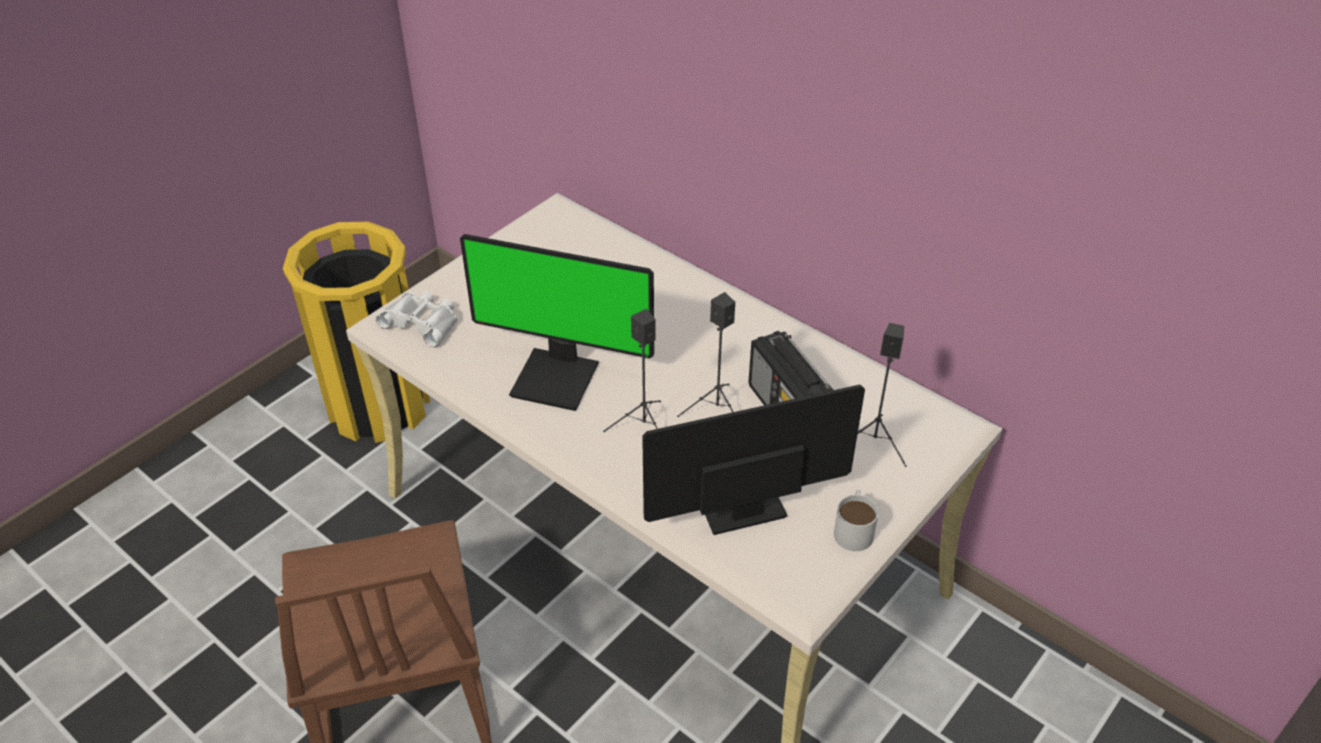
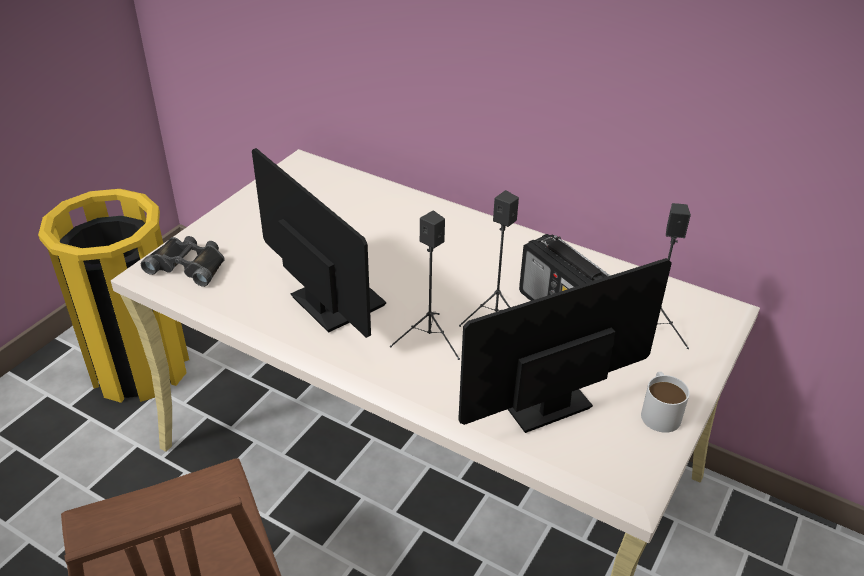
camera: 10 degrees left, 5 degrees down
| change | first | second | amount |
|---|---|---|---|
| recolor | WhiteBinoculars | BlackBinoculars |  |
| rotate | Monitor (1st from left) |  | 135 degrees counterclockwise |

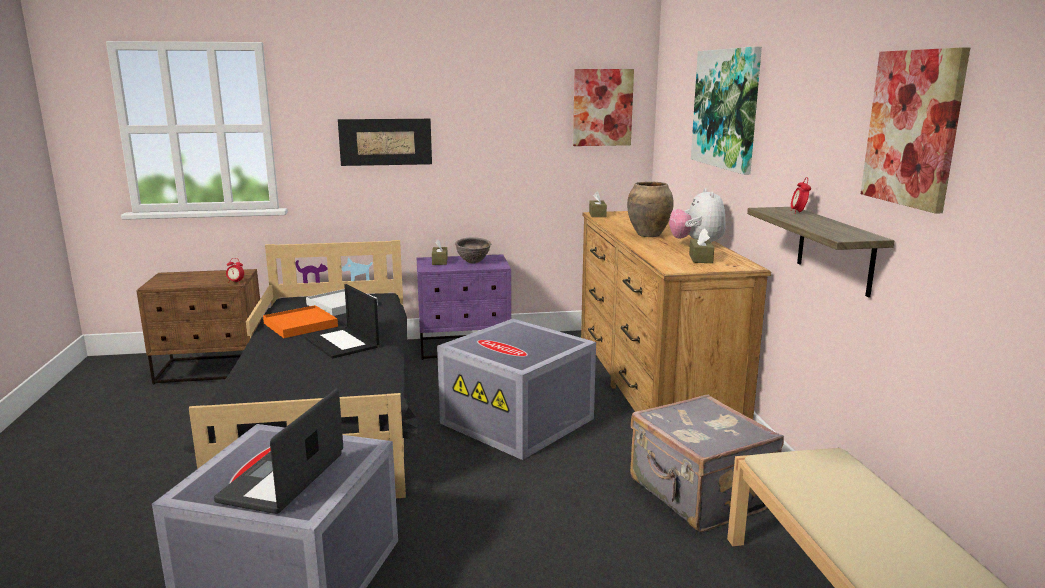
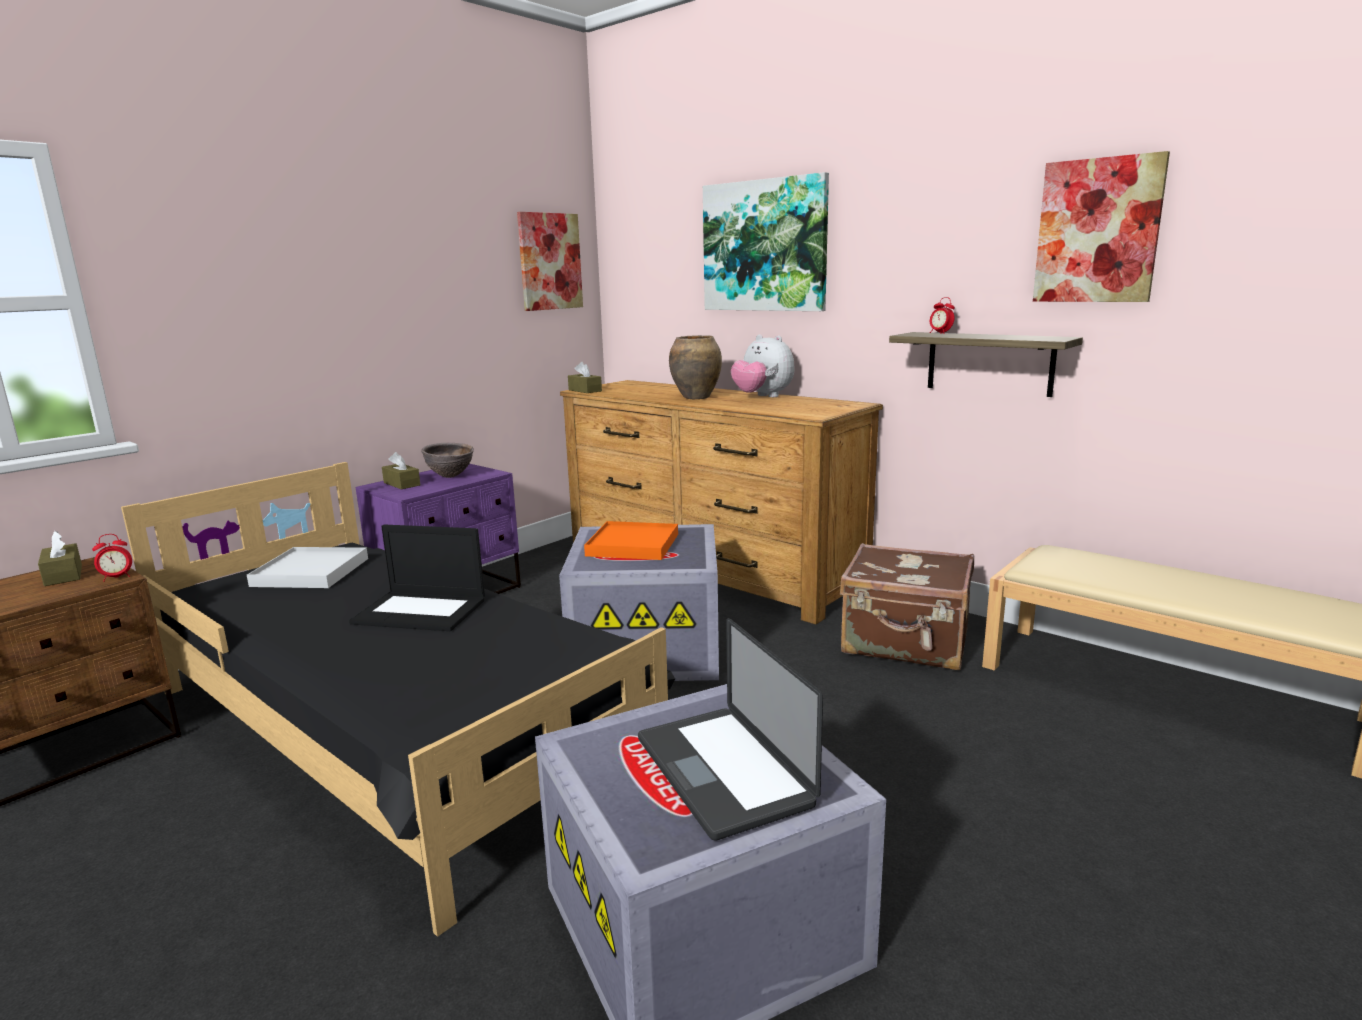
camera: 40 degrees left, 0 degrees up
| change | first | second | amount |
|---|---|---|---|
| delete | Picture (1st from left) |  |  |
| move | OrangeTray |  |  |
| move | BrownTissueBox (3rd from left in the first image) | BrownTissueBox (1st from left) |  |
| recolor | GreySuitcase | BrownSuitcase |  |

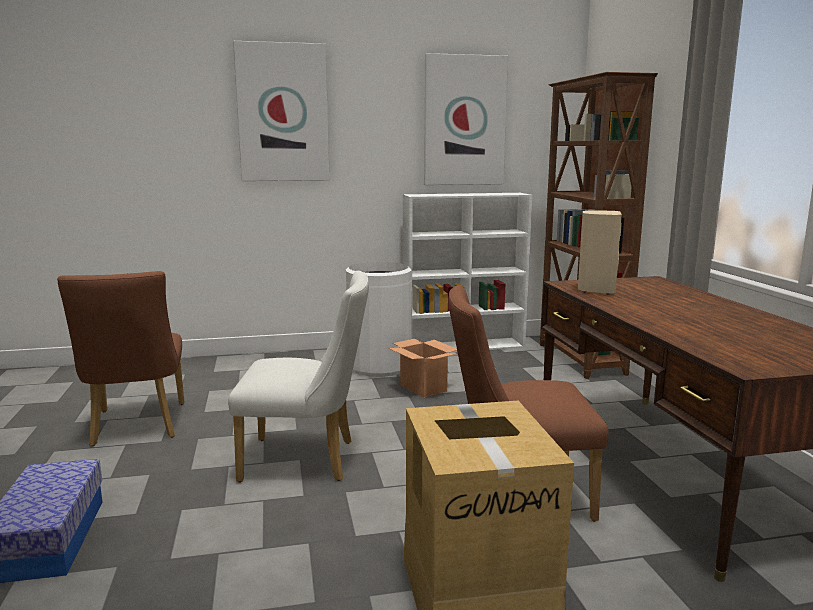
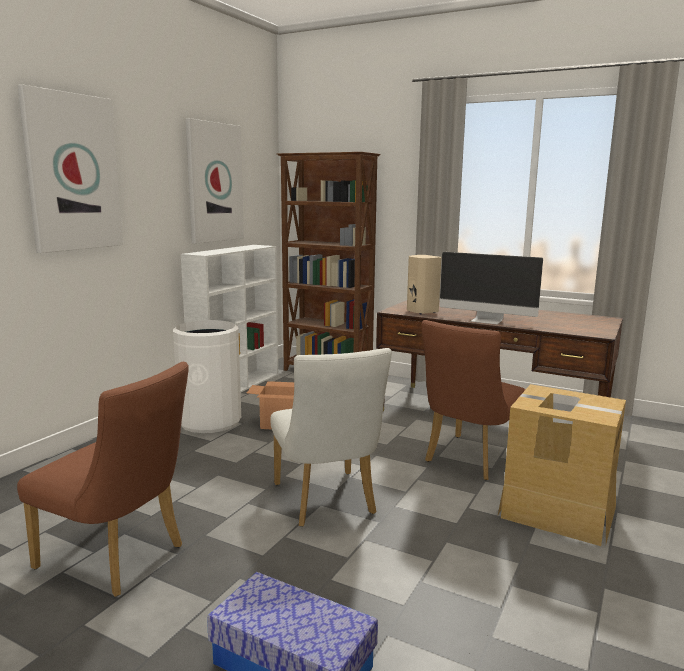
camera: 50 degrees left, 0 degrees up
| change | first | second | amount |
|---|---|---|---|
| insert |  | Monitor |  |
| rotate | WhiteChair |  | 120 degrees clockwise |

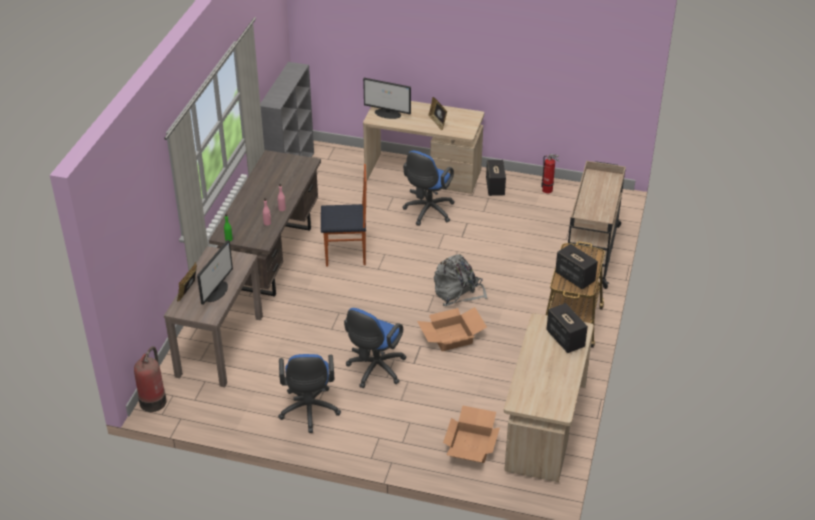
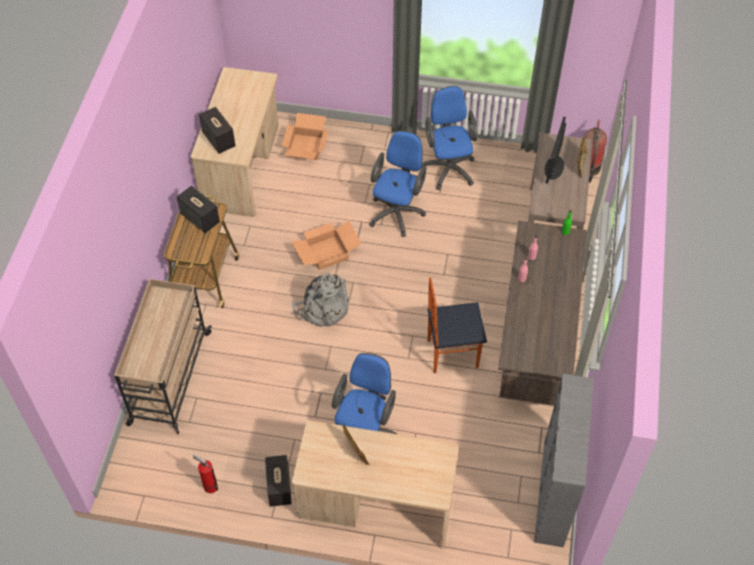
camera: 175 degrees right, 15 degrees up
| change | first | second | amount |
|---|---|---|---|
| delete | Monitor (2nd from left) |  |  |

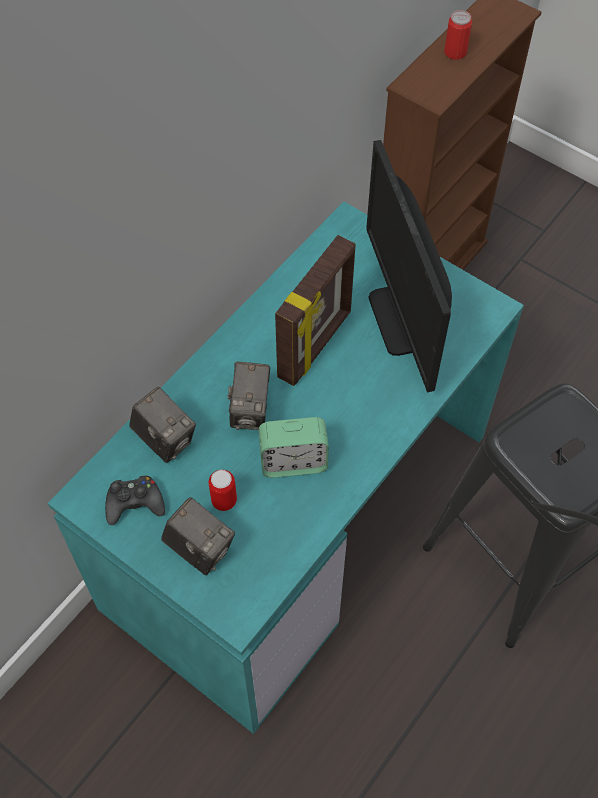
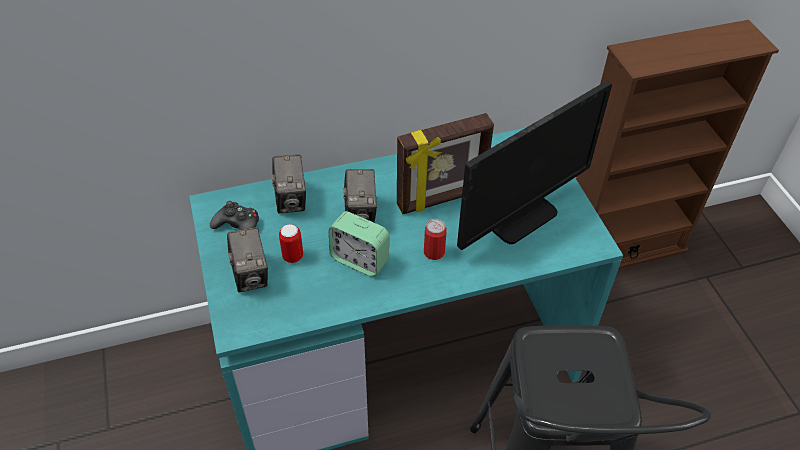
camera: 35 degrees right, 10 degrees down
| change | first | second | amount |
|---|---|---|---|
| move | Can (2nd from left) |  |  |
| rotate | PhotoCamera (3rd from left) |  | 45 degrees counterclockwise |
| rotate | Monitor |  | 150 degrees counterclockwise |

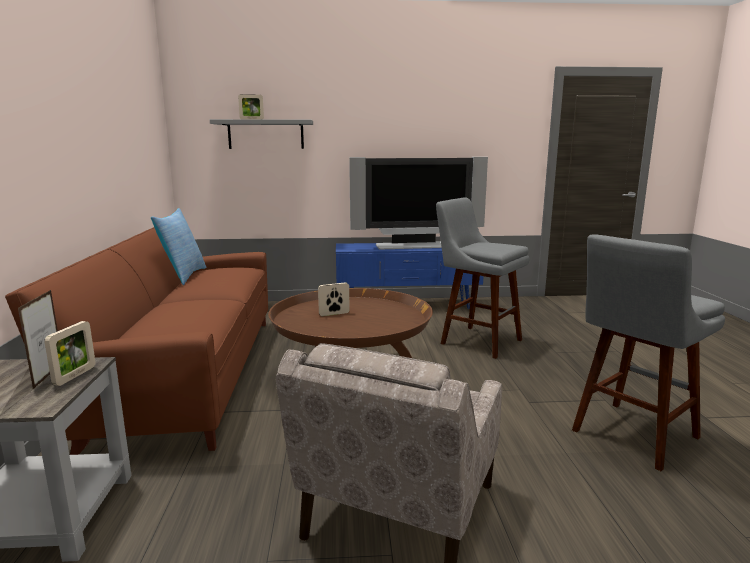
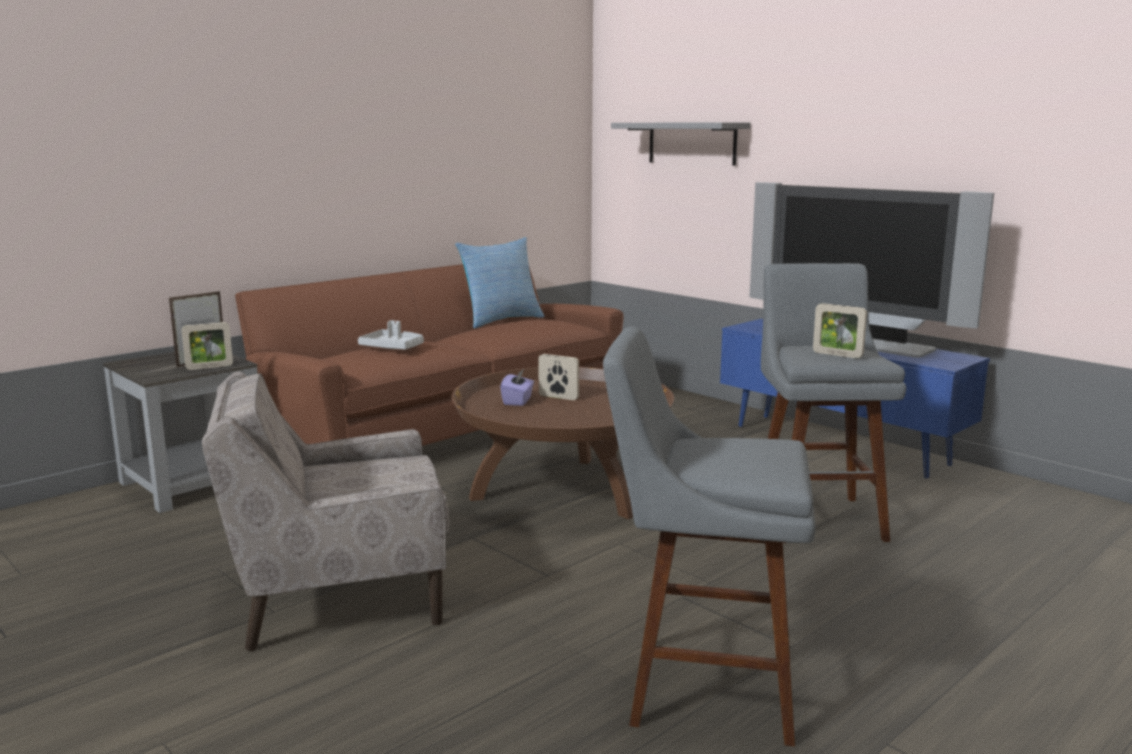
camera: 50 degrees right, 0 degrees up
| change | first | second | amount |
|---|---|---|---|
| insert |  | GreyTray |  |
| insert |  | PurpleTissueBox |  |
| move | PictureFrame (3rd from left in the first image) | PictureFrame (4th from left) |  |

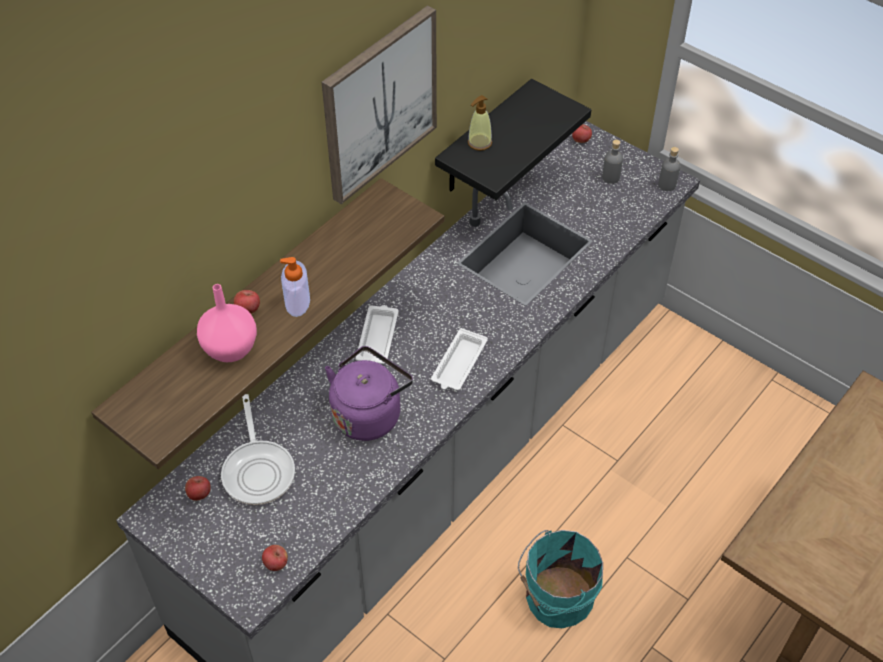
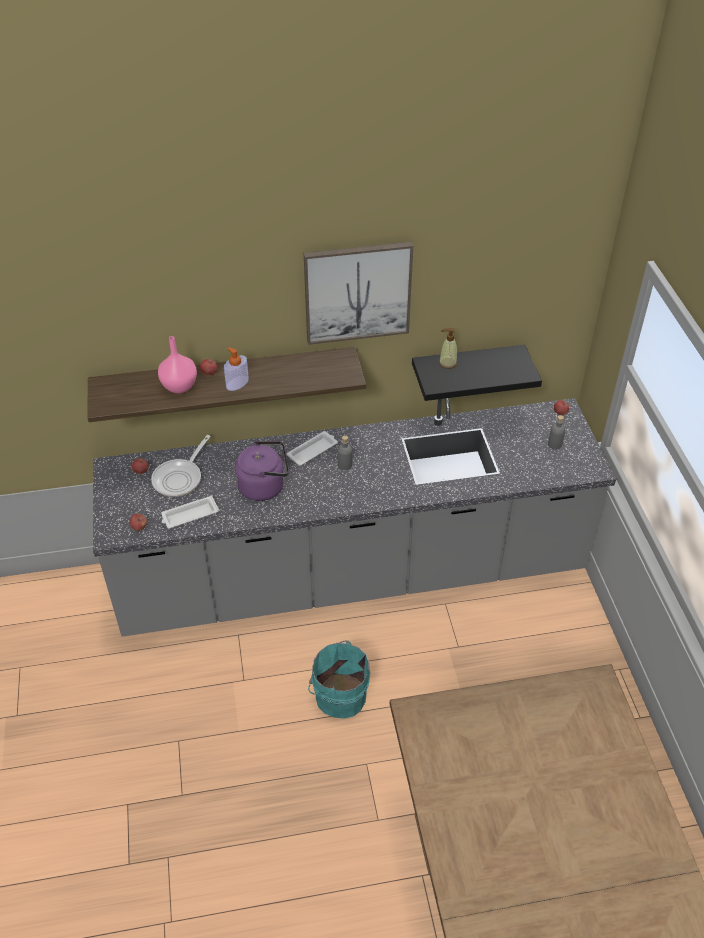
camera: 40 degrees right, 5 degrees down
| change | first | second | amount |
|---|---|---|---|
| move | WhiteTray (2nd from left in the first image) | WhiteTray (1st from left) |  |
| move | GreyBottle (2nd from left in the first image) | GreyBottle (1st from left) |  |

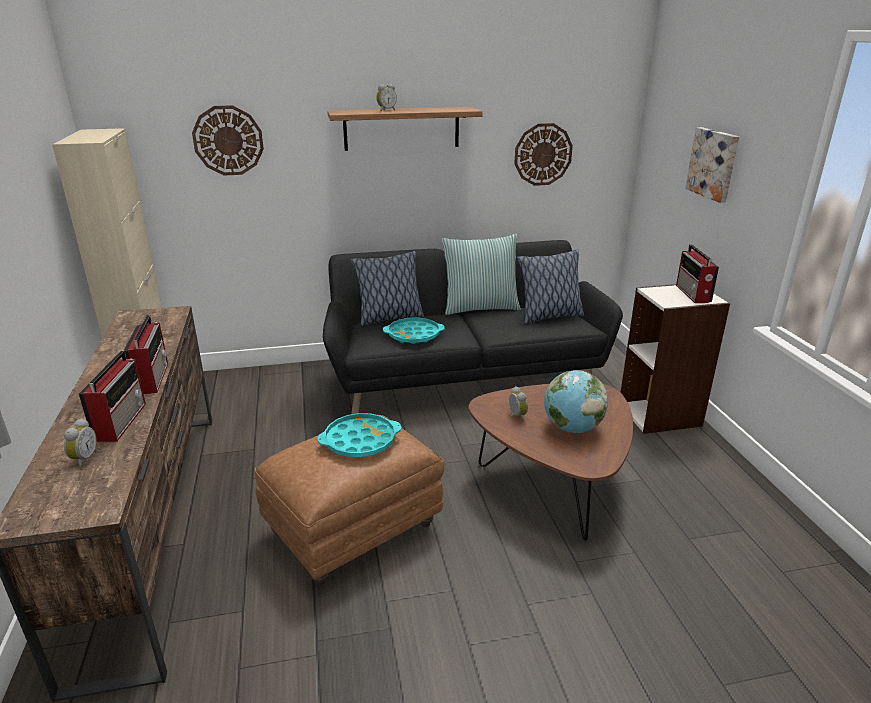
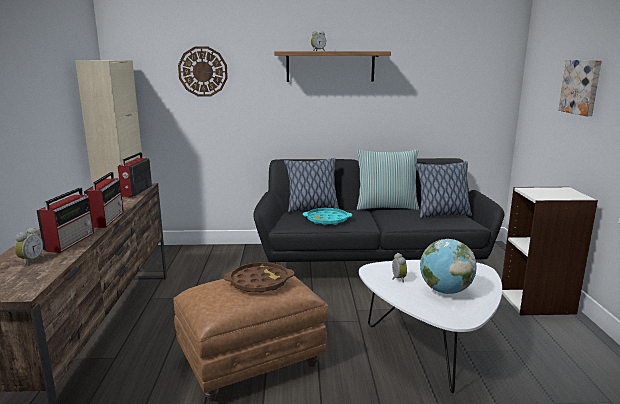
camera: 10 degrees right, 10 degrees down
| change | first | second | amount |
|---|---|---|---|
| delete | WallClock (2nd from left) |  |  |
| move | Radio (3rd from left) |  |  |
| recolor | TurquoiseTray (1st from left) | BrownTray |  |
| recolor | BrownCoffeeTable | WhiteCoffeeTable |  |

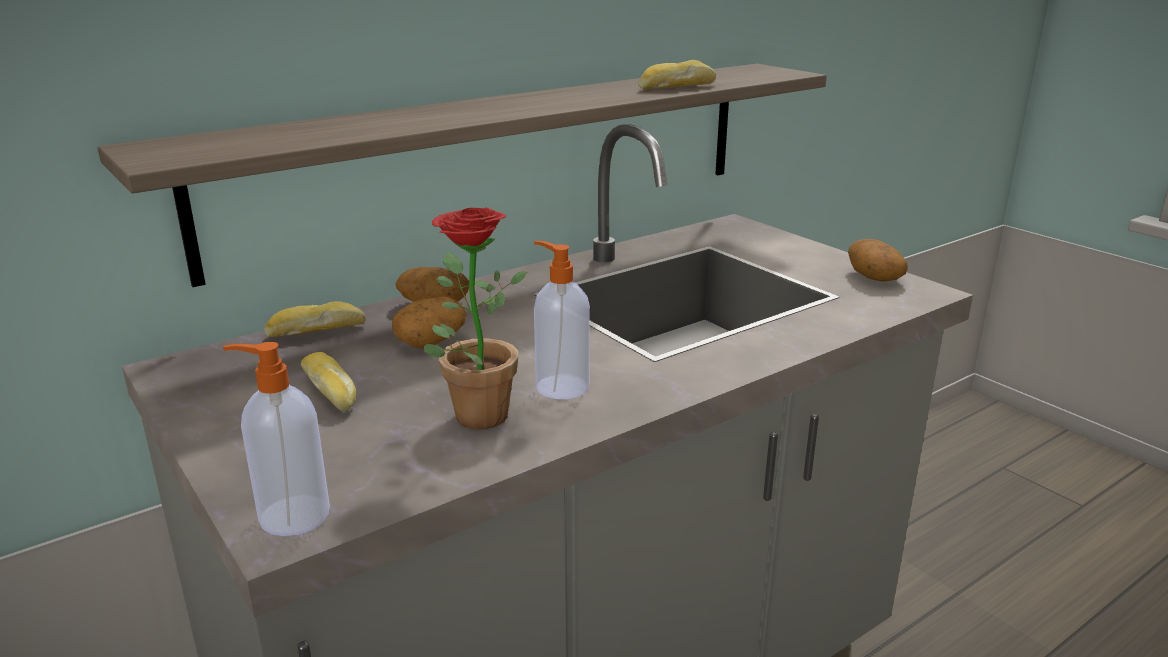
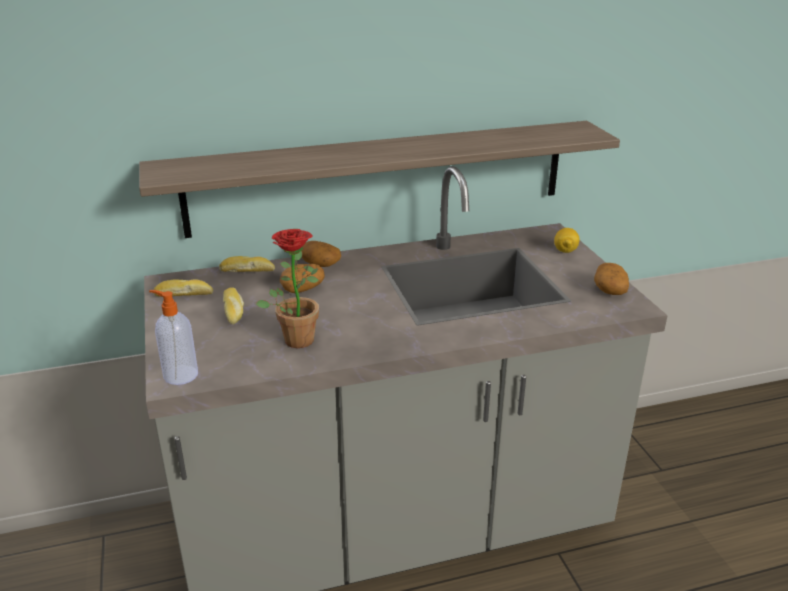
camera: 20 degrees right, 5 degrees up
| change | first | second | amount |
|---|---|---|---|
| delete | SoapDispenser (2nd from left) |  |  |
| insert |  | Lemon |  |
| move | Bread (3rd from left in the first image) | Bread (1st from left) |  |

